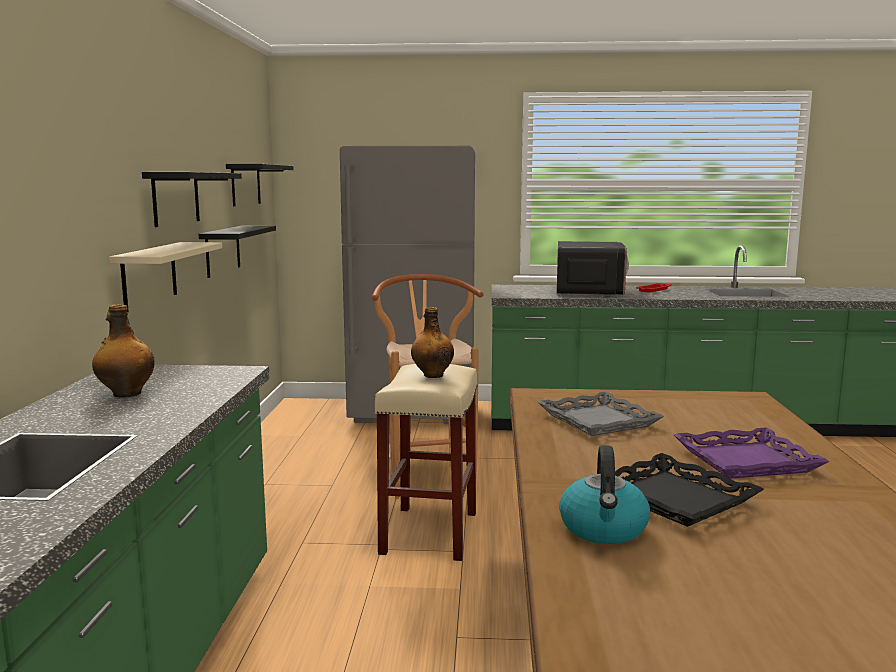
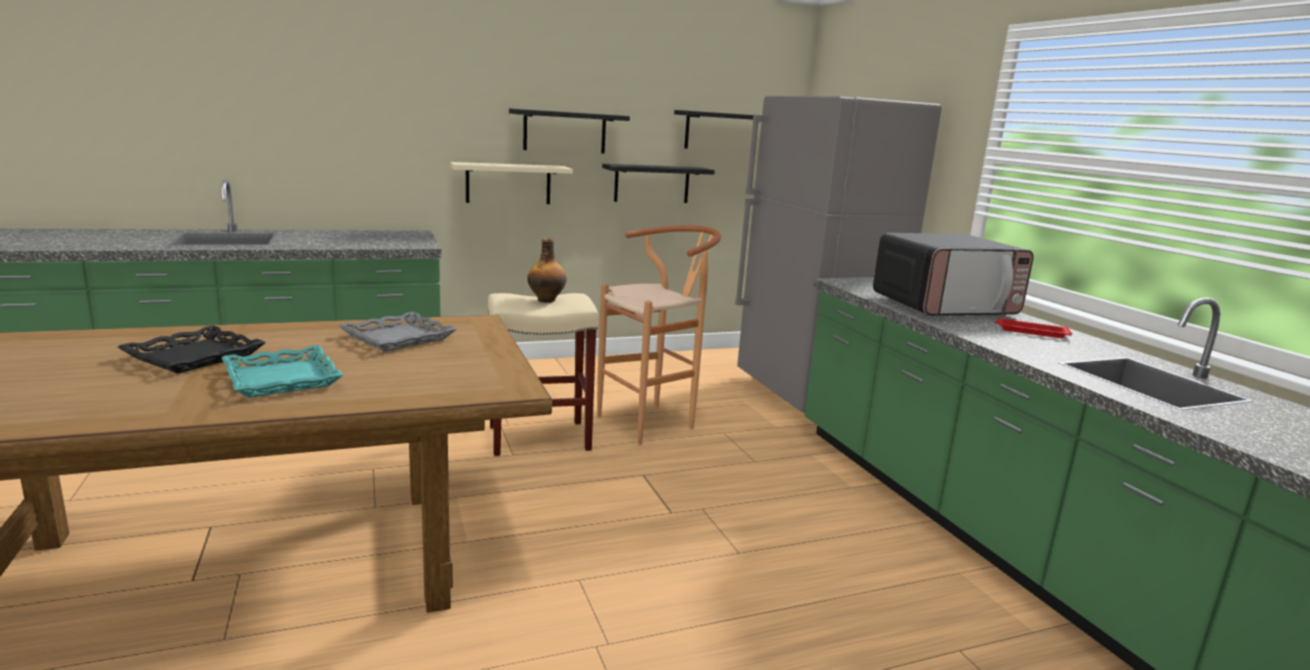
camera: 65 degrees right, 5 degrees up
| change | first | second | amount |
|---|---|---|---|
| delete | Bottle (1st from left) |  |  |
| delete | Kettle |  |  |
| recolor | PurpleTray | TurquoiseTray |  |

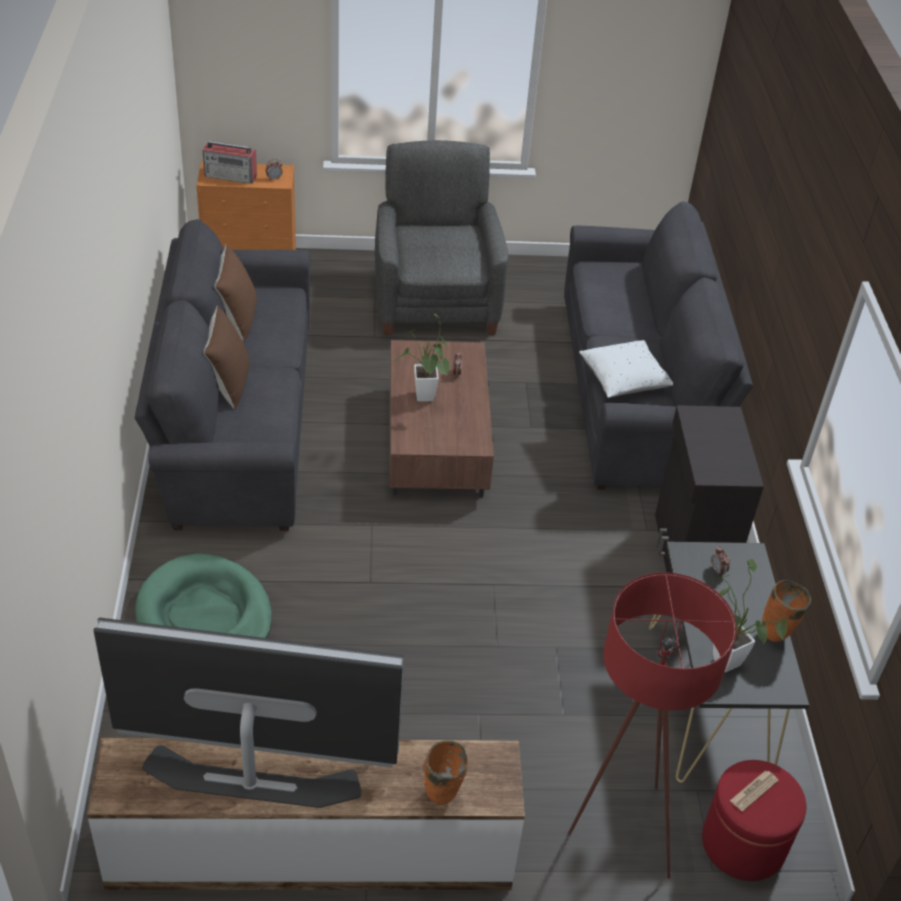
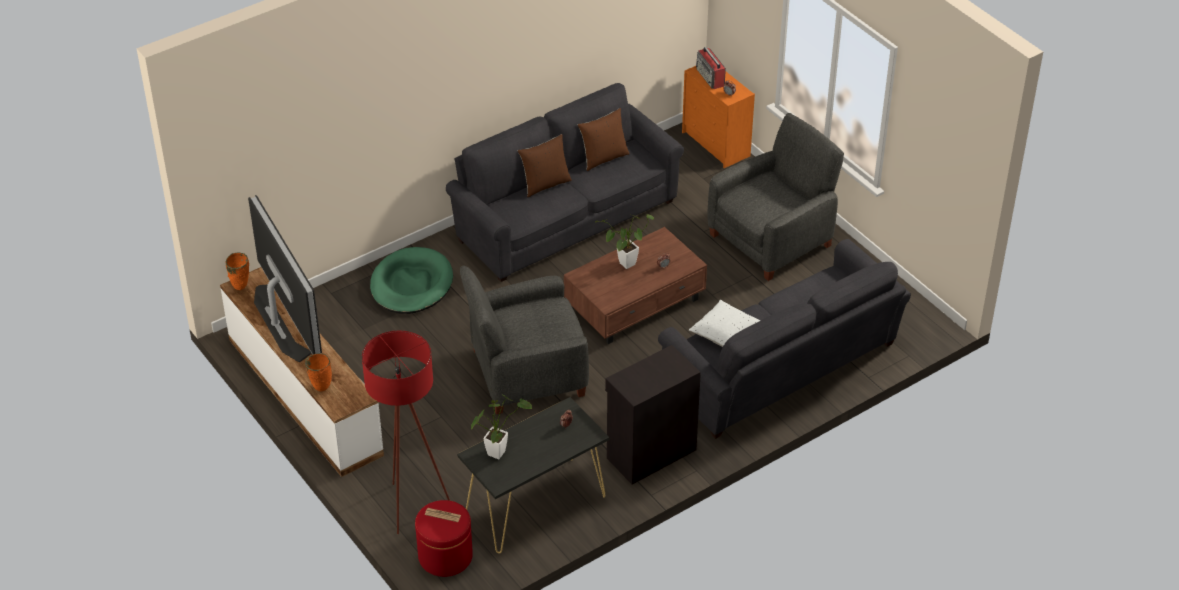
camera: 60 degrees right, 0 degrees up
| change | first | second | amount |
|---|---|---|---|
| insert |  | GreyArmchair (1st from left) |  |
| move | OrangeVase (2nd from left in the first image) | OrangeVase (1st from left) |  |

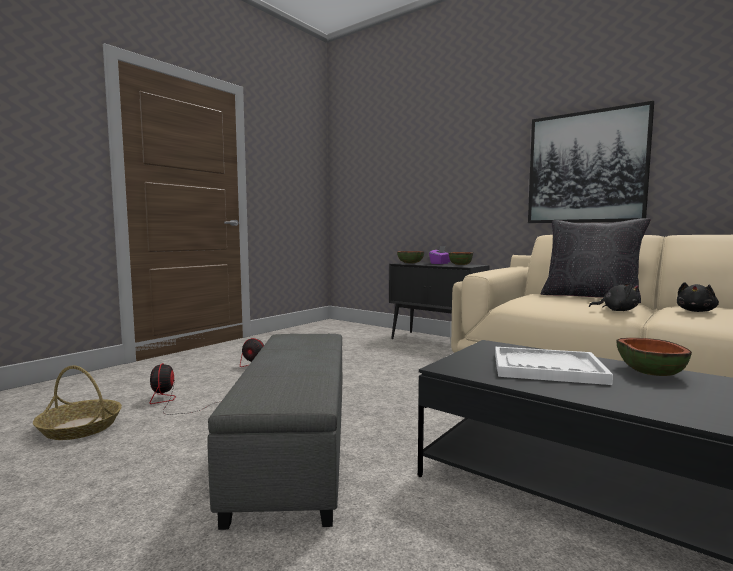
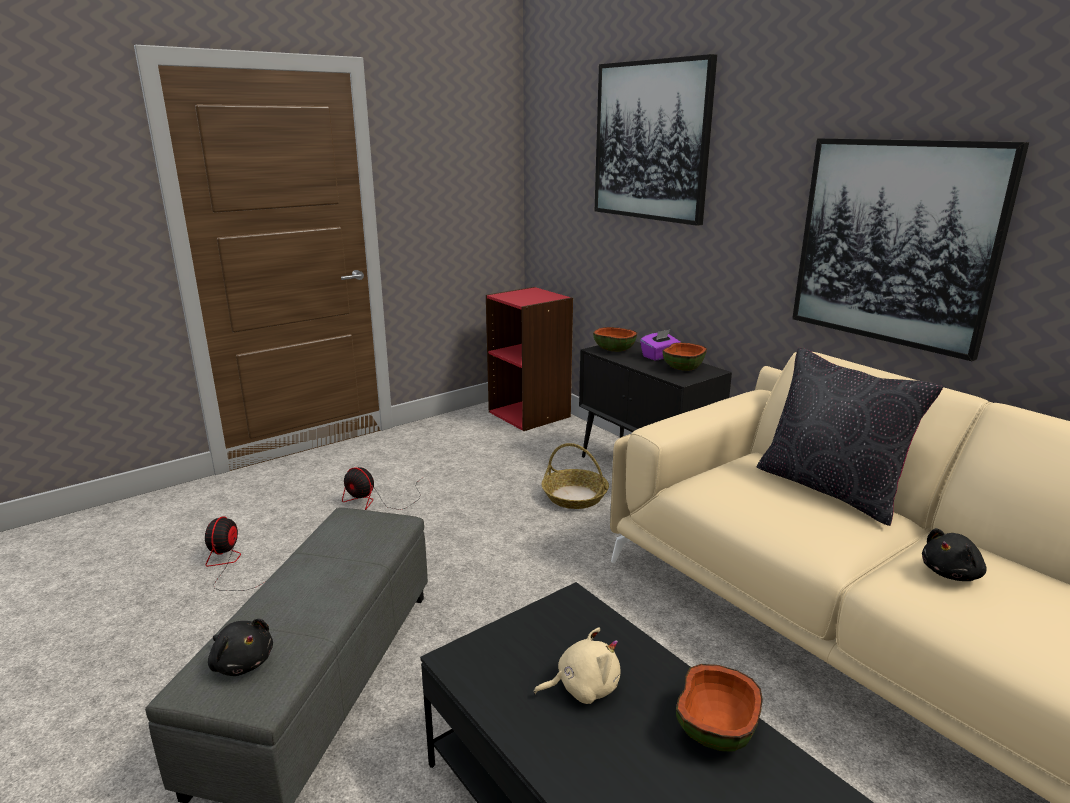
camera: 15 degrees right, 15 degrees up
| change | first | second | amount |
|---|---|---|---|
| insert |  | RedBookcase |  |
| insert |  | Picture (1st from left) |  |
| move | Basket |  |  |
| move | BlackPlushToy (1st from left) |  |  |
| replace | WhiteTray | BeigePlushToy |  |

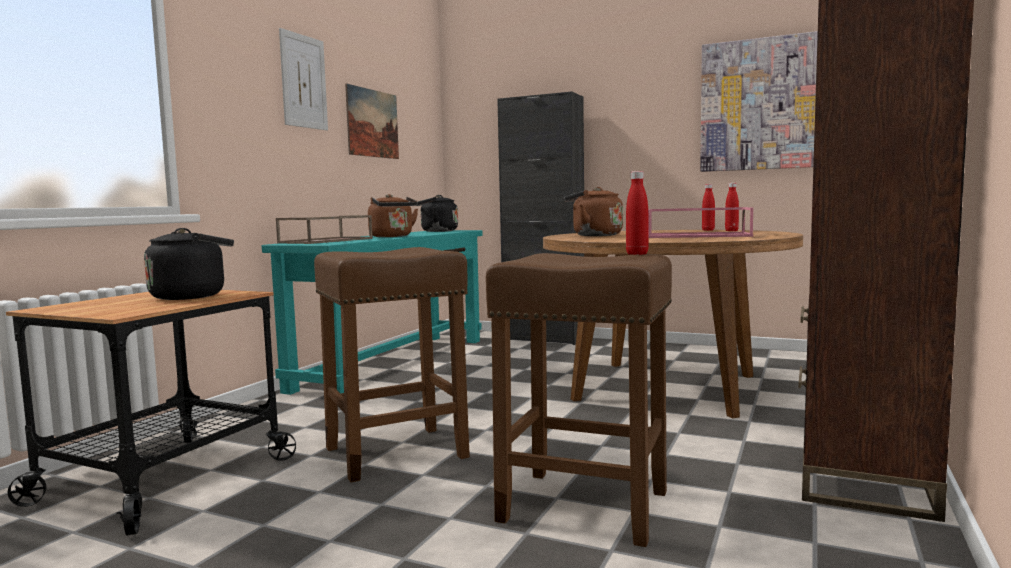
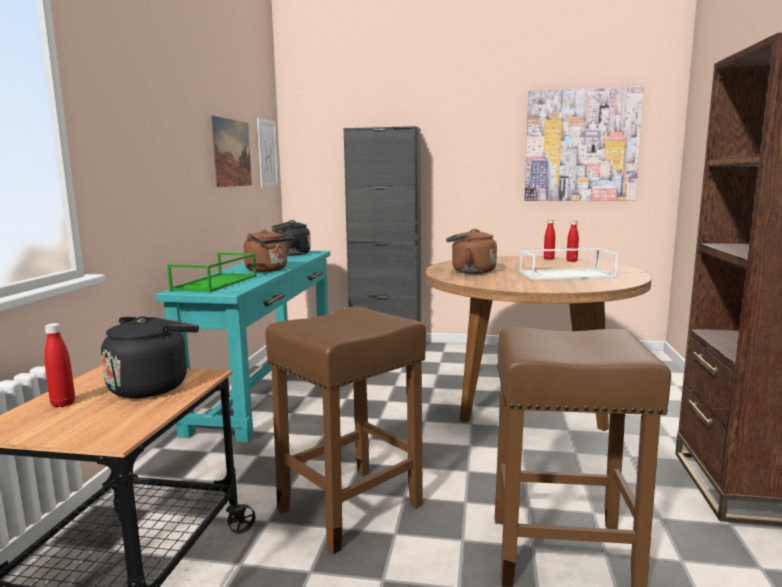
camera: 15 degrees left, 5 degrees up
| change | first | second | amount |
|---|---|---|---|
| move | Picture (1st from left in the first image) | Picture (2nd from left) |  |
| move | RedBottle (1st from left) |  |  |
| recolor | BrownTray | GreenTray |  |
| recolor | PinkTray | WhiteTray |  |

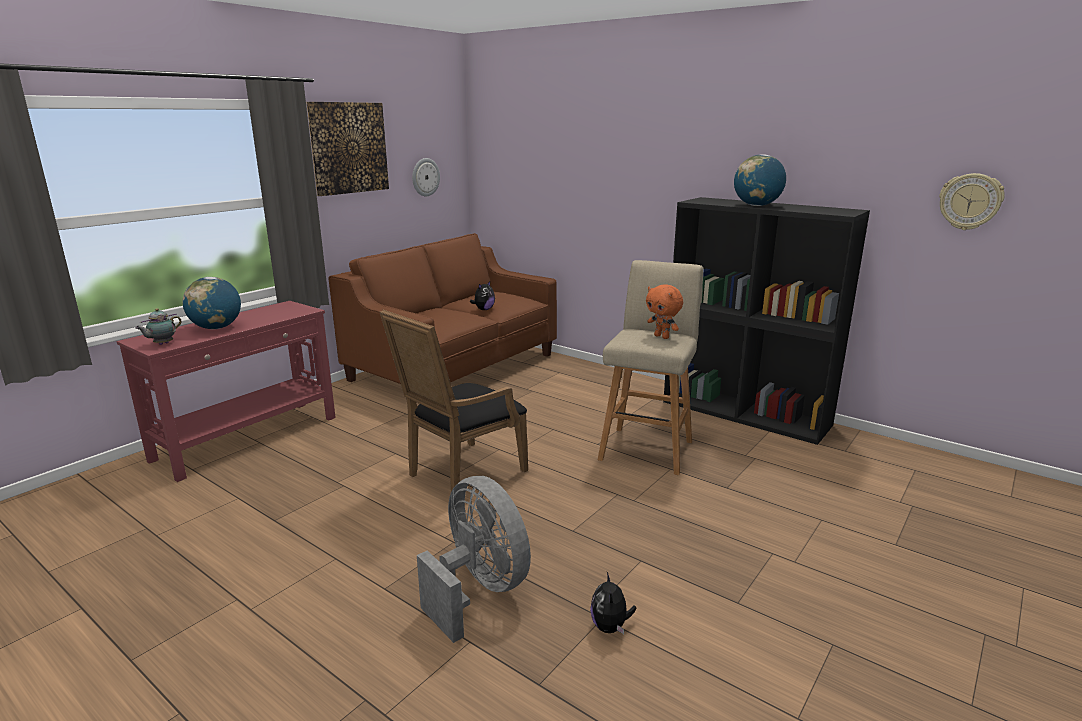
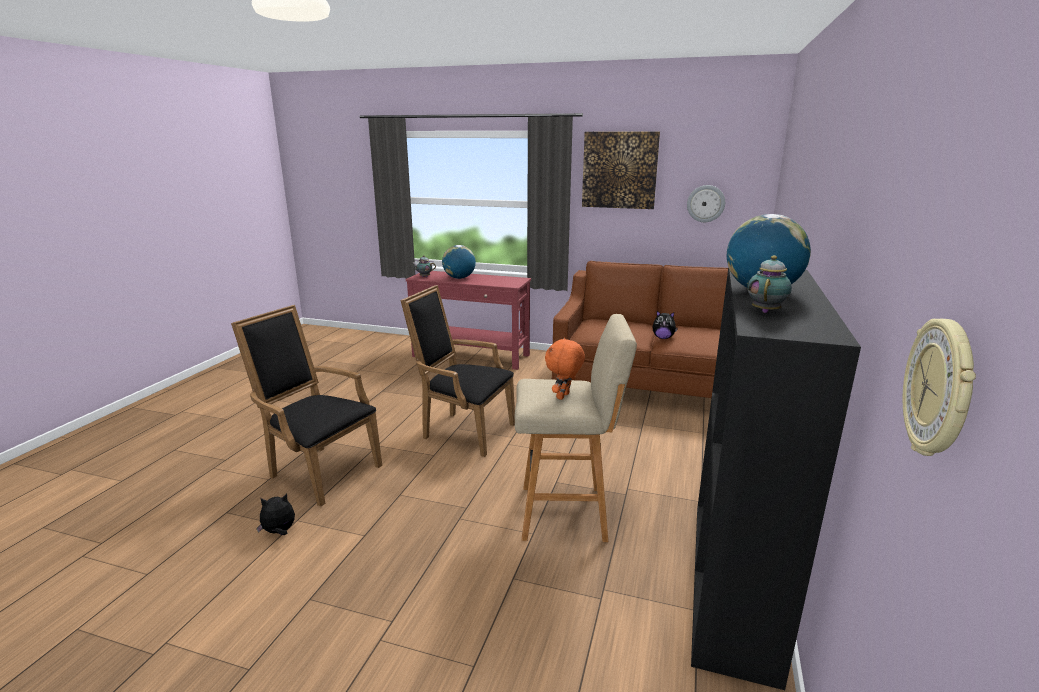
camera: 70 degrees right, 0 degrees up
| change | first | second | amount |
|---|---|---|---|
| insert |  | Teapot (2nd from left) |  |
| replace | GreyFan | BlackArmchair (1st from left) |  |

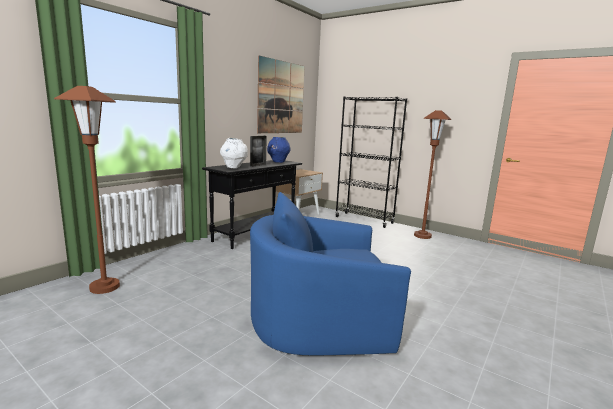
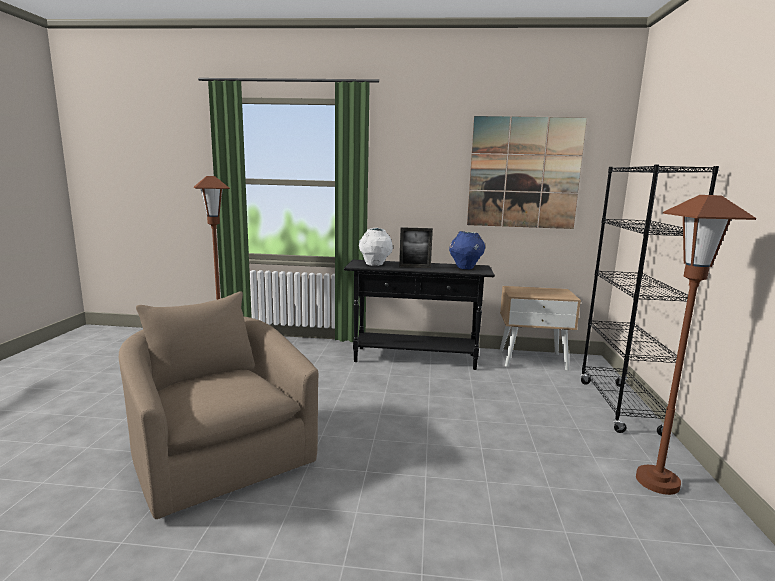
camera: 60 degrees right, 0 degrees up
| change | first | second | amount |
|---|---|---|---|
| recolor | BlueArmchair | BeigeArmchair |  |

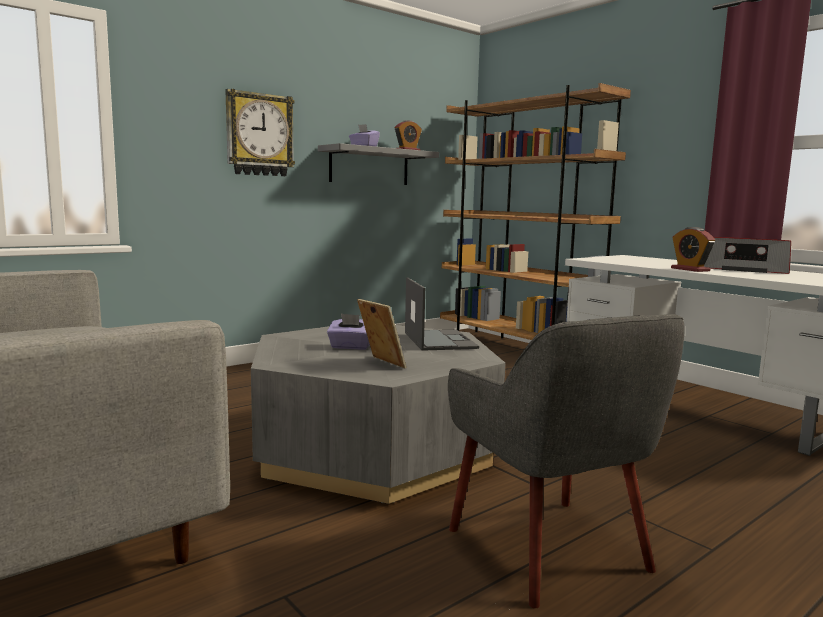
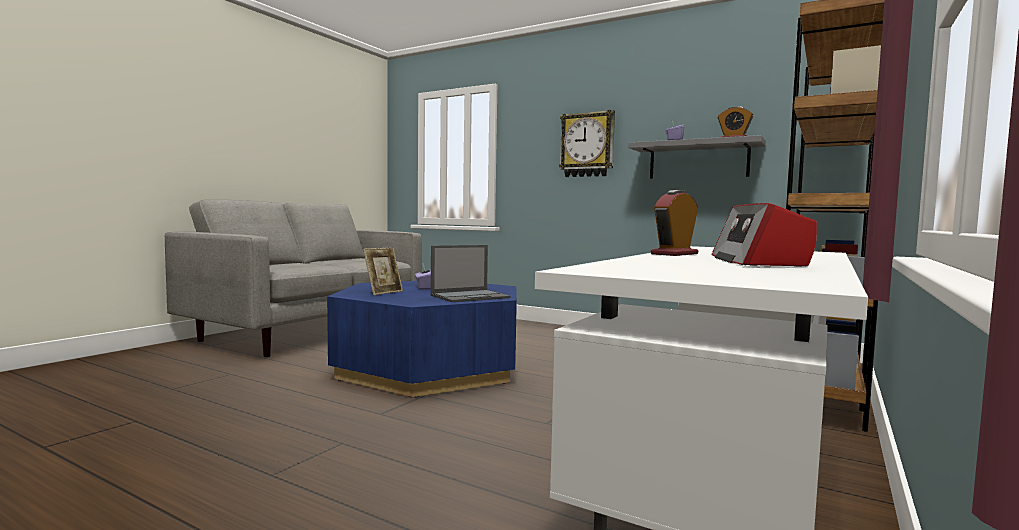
camera: 70 degrees right, 5 degrees down
| change | first | second | amount |
|---|---|---|---|
| delete | GreyArmchair |  |  |
| recolor | GreyCoffeeTable | BlueCoffeeTable |  |

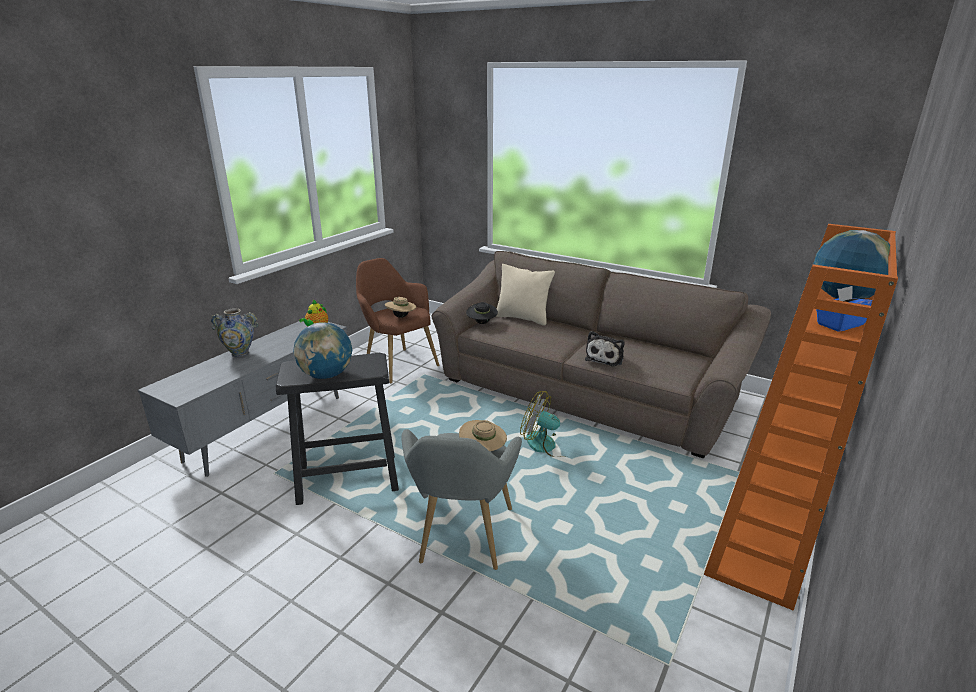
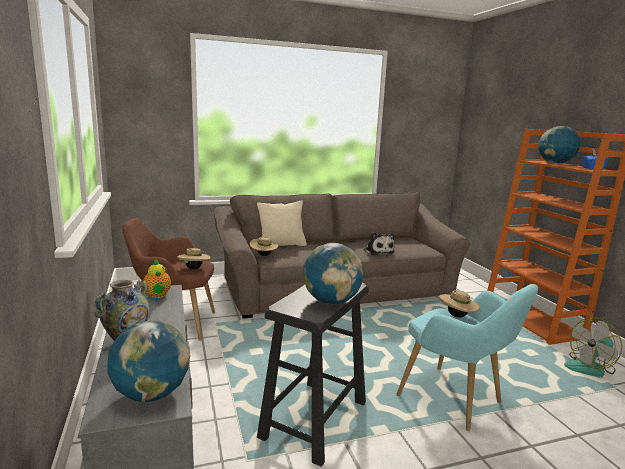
camera: 50 degrees left, 10 degrees down
| change | first | second | amount |
|---|---|---|---|
| insert |  | Globe (1st from left) |  |
| move | Fan |  |  |
| recolor | GreyArmchair | TurquoiseArmchair |  |
| recolor | BlackHat | BeigeHat (2nd from left) |  |

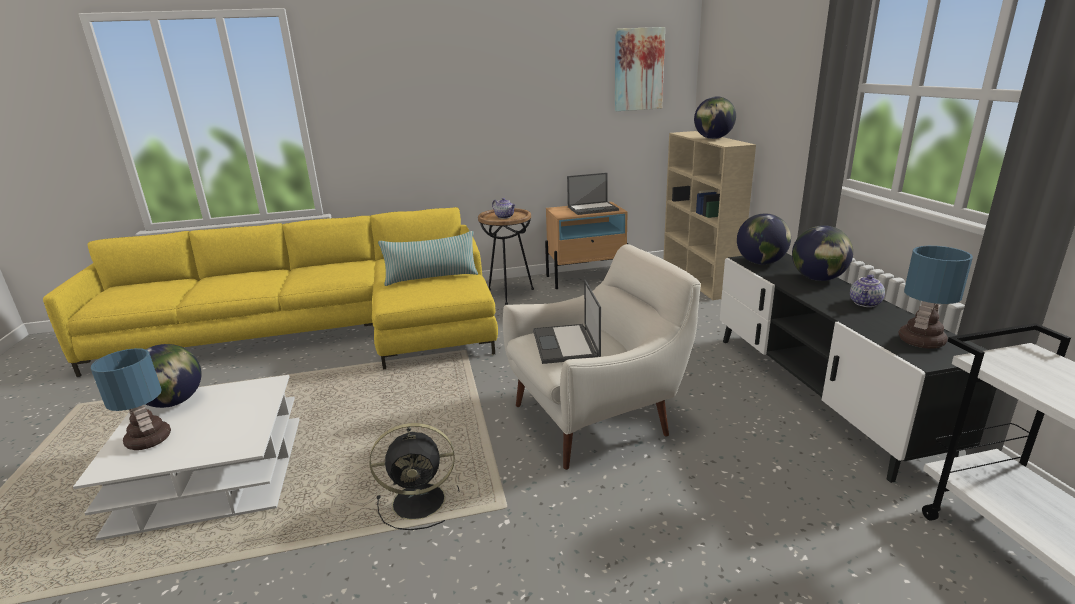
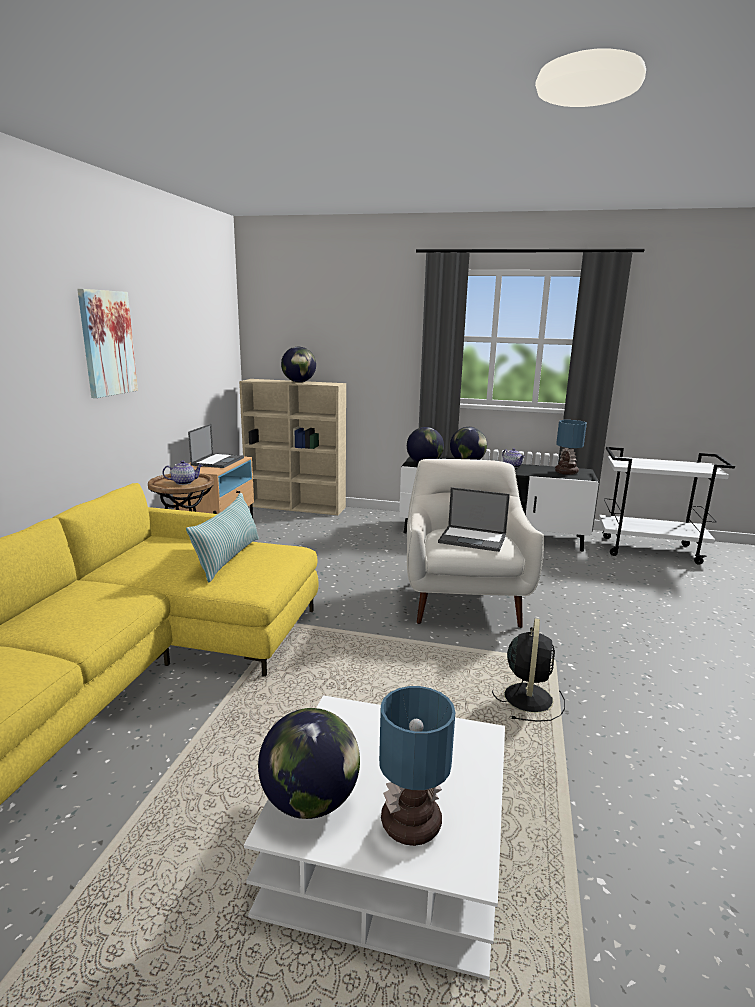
camera: 65 degrees left, 5 degrees down
| change | first | second | amount |
|---|---|---|---|
| move | Picture |  |  |

